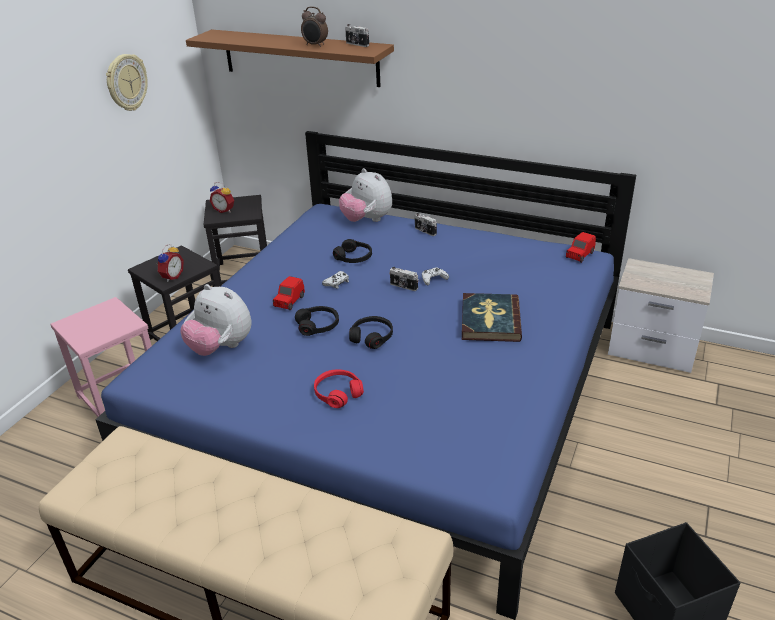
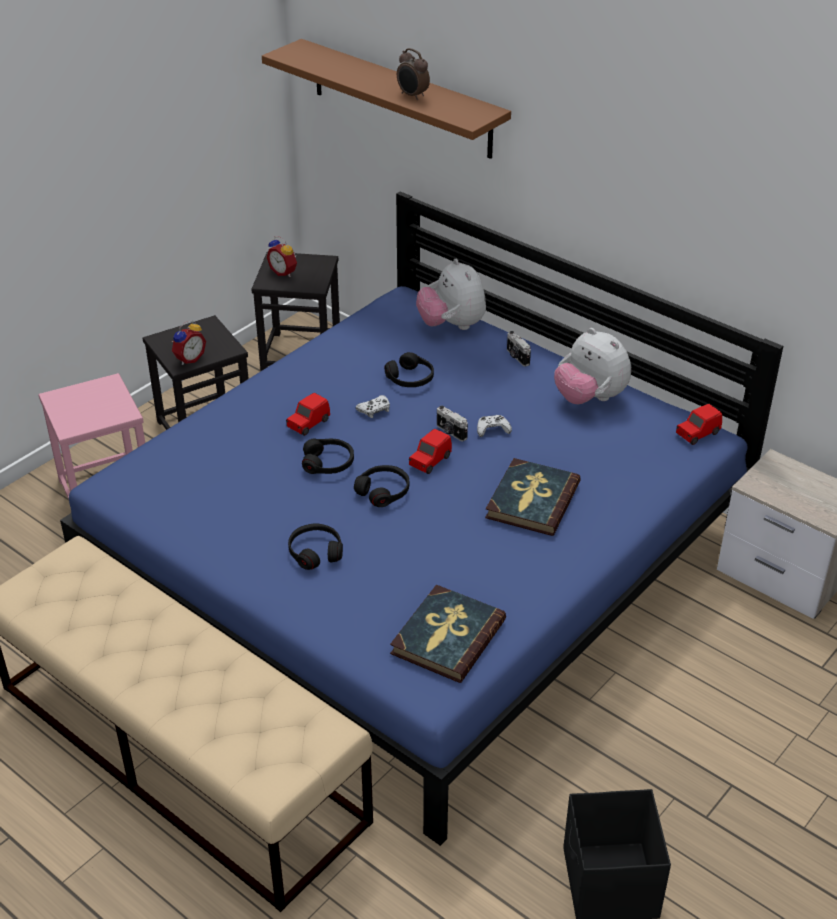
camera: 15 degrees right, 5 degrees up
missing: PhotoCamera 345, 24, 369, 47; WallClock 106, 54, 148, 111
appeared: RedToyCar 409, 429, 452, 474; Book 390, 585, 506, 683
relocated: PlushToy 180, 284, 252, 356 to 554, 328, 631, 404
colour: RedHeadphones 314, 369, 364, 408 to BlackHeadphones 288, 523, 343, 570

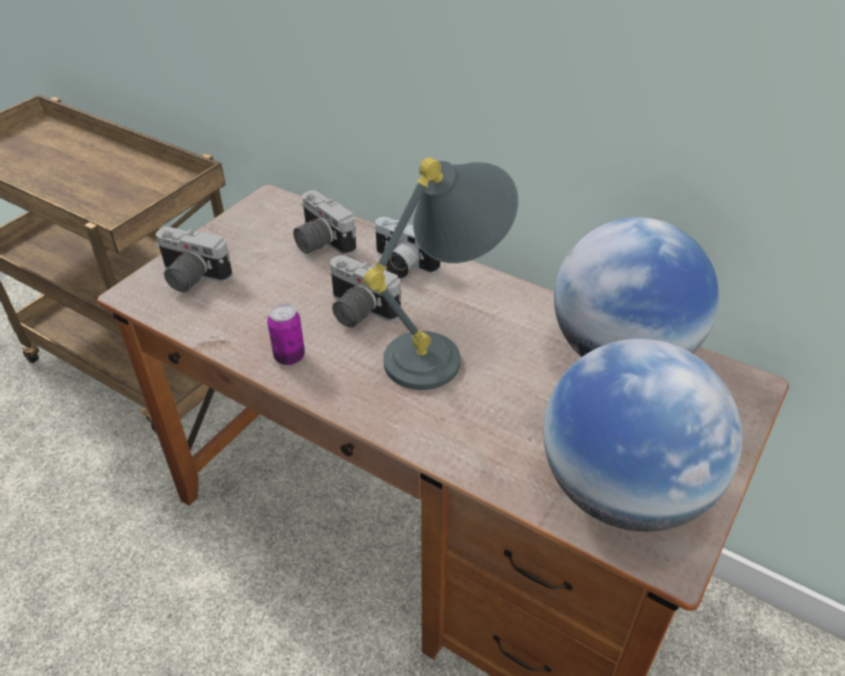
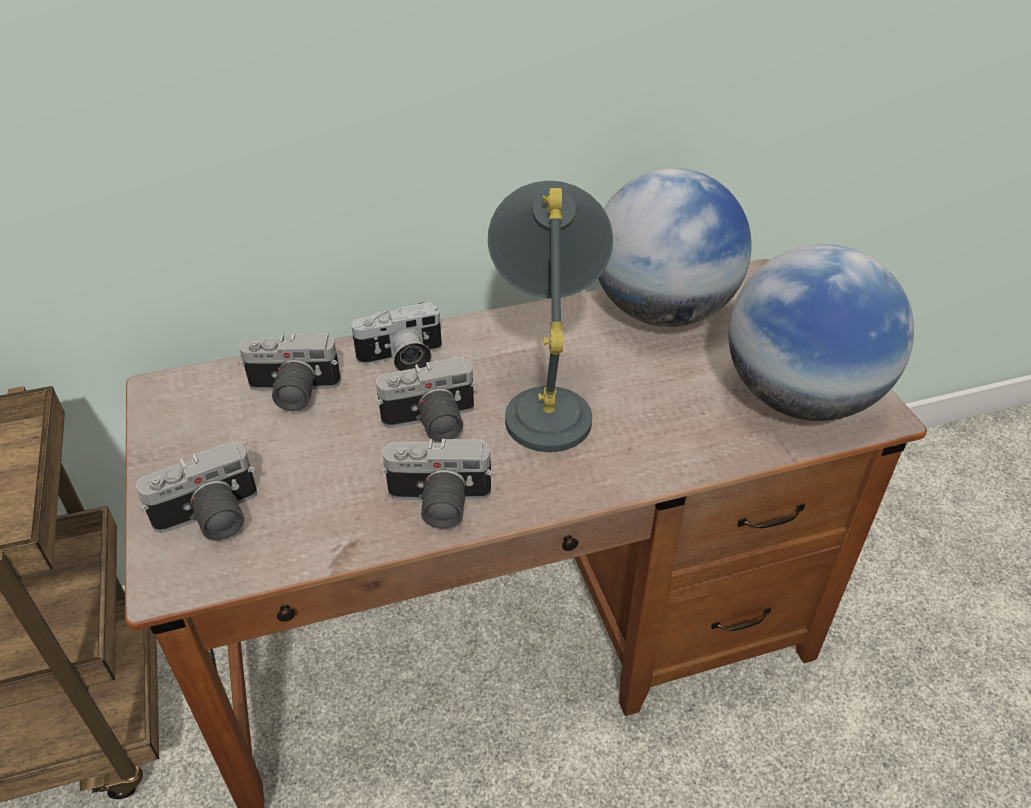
camera: 50 degrees left, 0 degrees up
exchanged: Can 267, 304, 305, 365 to PhotoCamera 381, 439, 493, 529

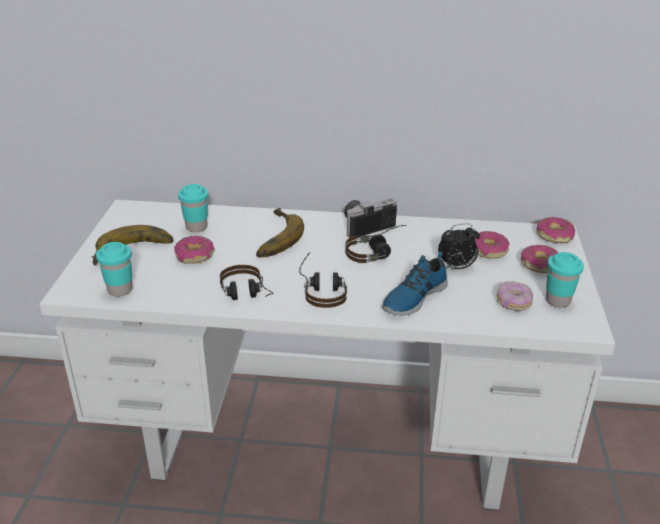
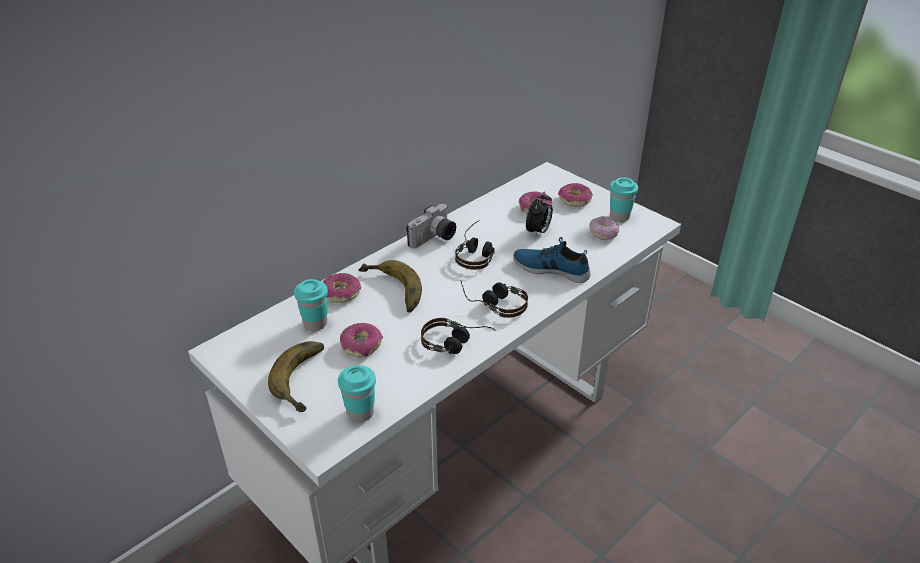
camera: 50 degrees left, 5 degrees up
relocated: Donut 536, 217, 575, 243 to 323, 273, 361, 303
spun: PhotoCamera 344, 199, 397, 237 = 406, 204, 456, 249 150 degrees counterclockwise; Shoe 382, 252, 448, 316 = 513, 237, 591, 283 120 degrees clockwise

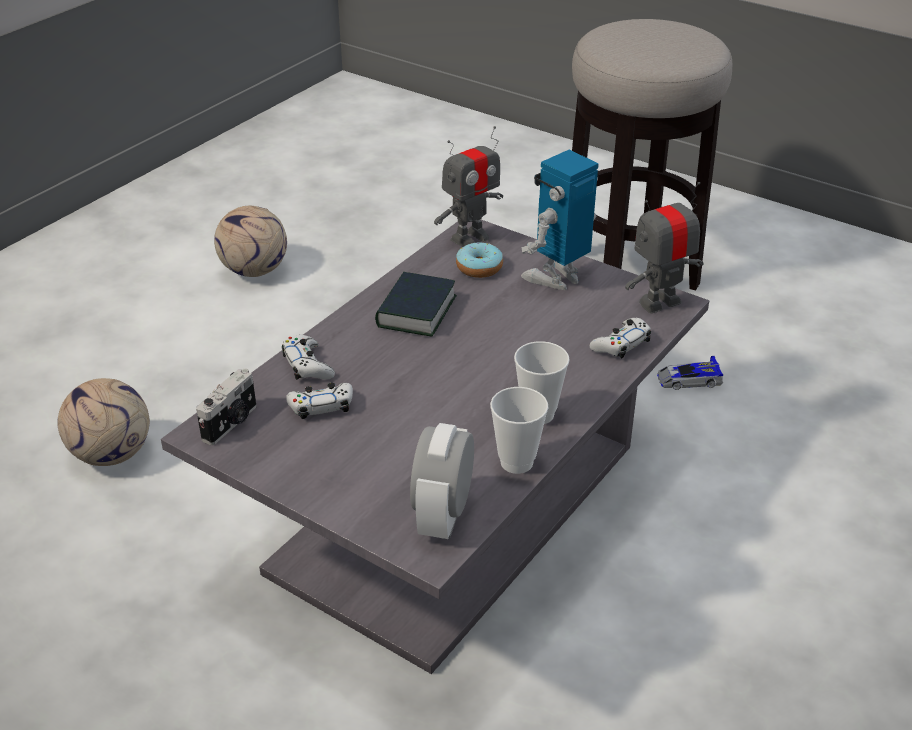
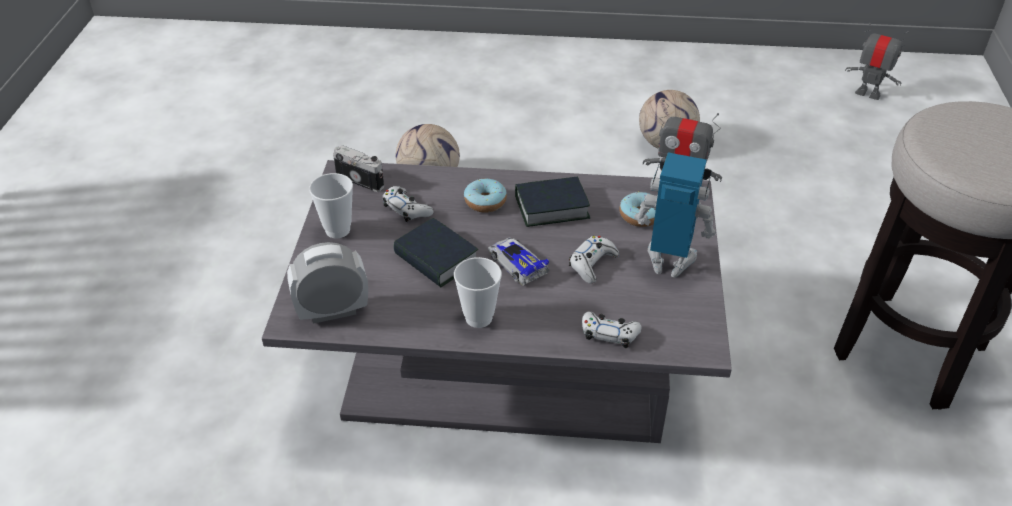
camera: 60 degrees right, 5 degrees up
appeared: Donut 464, 179, 507, 213; Book 393, 218, 478, 287
relocated: ToyRobot 625, 182, 704, 314 to 845, 23, 909, 100; WhiteGameController 282, 335, 335, 380 to 569, 236, 619, 284; ToyCar 657, 356, 723, 390 to 488, 237, 549, 286; Cup 490, 387, 548, 474 to 309, 173, 353, 238
spun: PhotoCamera 196, 369, 256, 445 = 333, 145, 384, 192 150 degrees counterclockwise

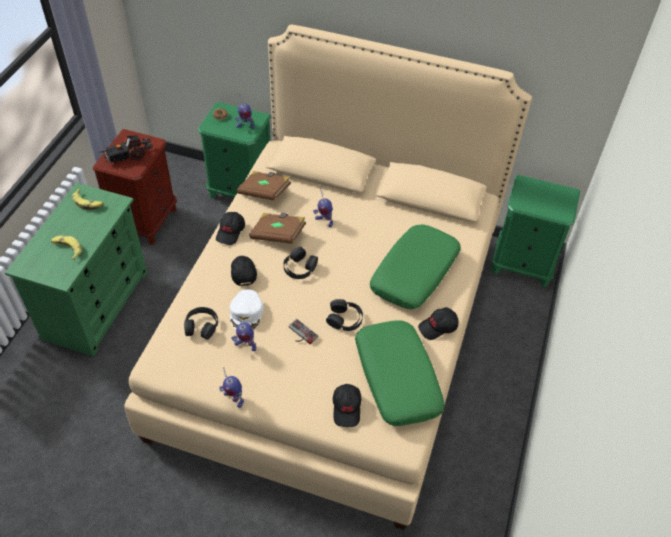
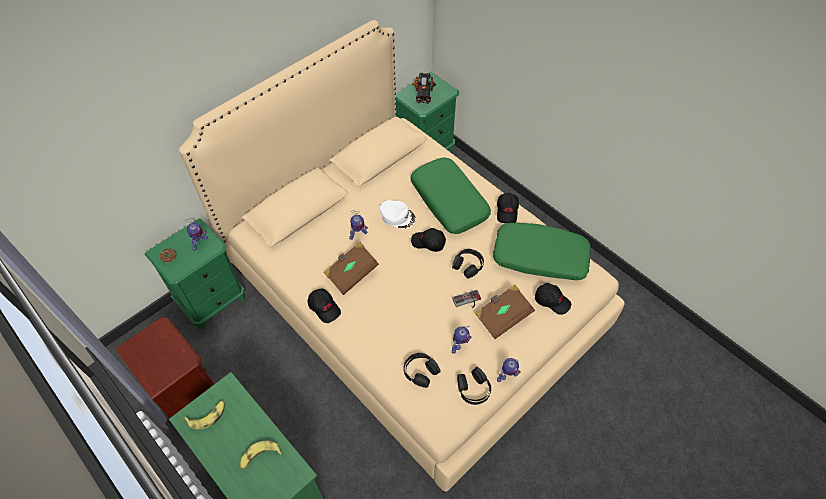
camera: 60 degrees left, 5 degrees up
relocated: ToyTruck 99, 135, 153, 164 to 412, 72, 436, 104; BrownBook 237, 171, 291, 201 to 475, 285, 535, 339; BlackHeadphones 283, 247, 318, 279 to 457, 367, 491, 405; BlackCap 231, 256, 257, 286 to 411, 228, 446, 252; WhiteCap 230, 289, 263, 330 to 380, 200, 416, 229

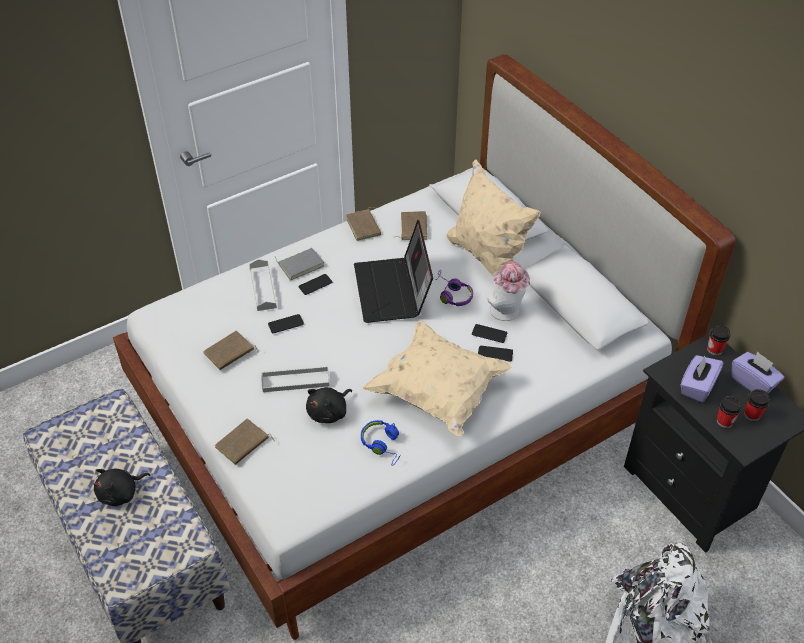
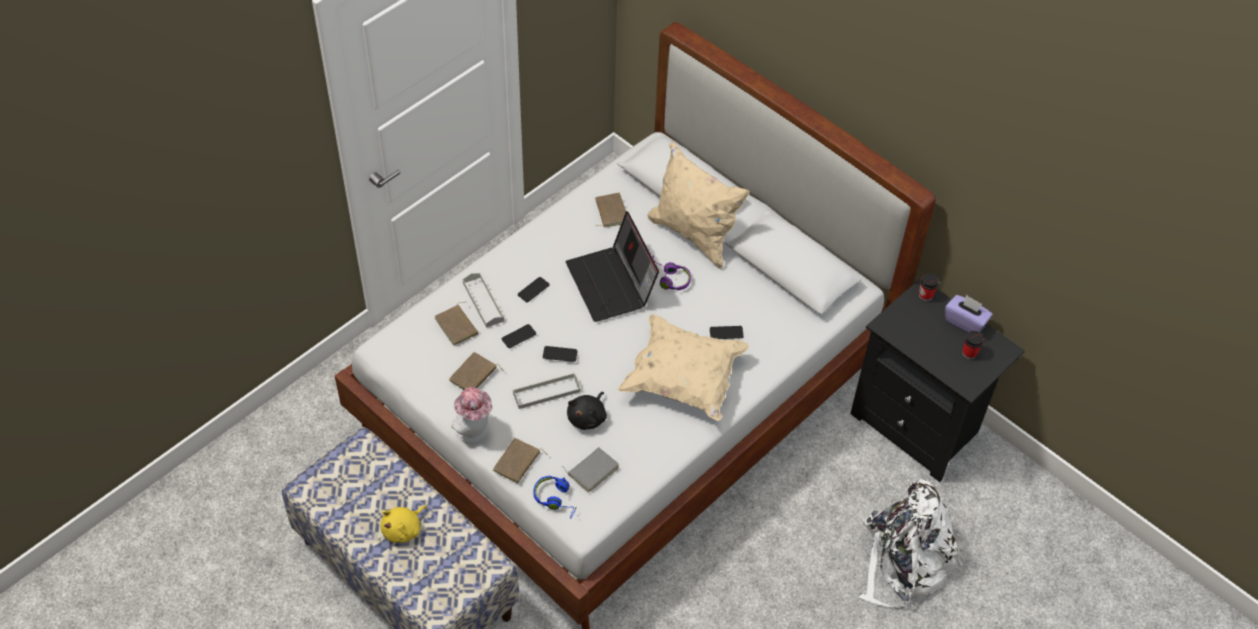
camera: 15 degrees left, 5 degrees up
missing: PurpleTissueBox 680, 355, 723, 403; Cup 717, 396, 742, 428
relocated: BrownBook 346, 207, 381, 241 to 435, 302, 478, 346; GreyBook 275, 248, 324, 280 to 562, 447, 619, 493; Hat 487, 261, 530, 321 to 452, 387, 492, 443; Phone 472, 324, 507, 343 to 543, 346, 577, 362; BlueHeadphones 361, 420, 400, 466 to 533, 476, 576, 519
colour: BlackPlushToy 93, 469, 150, 506 to YellowPlushToy 380, 506, 427, 543

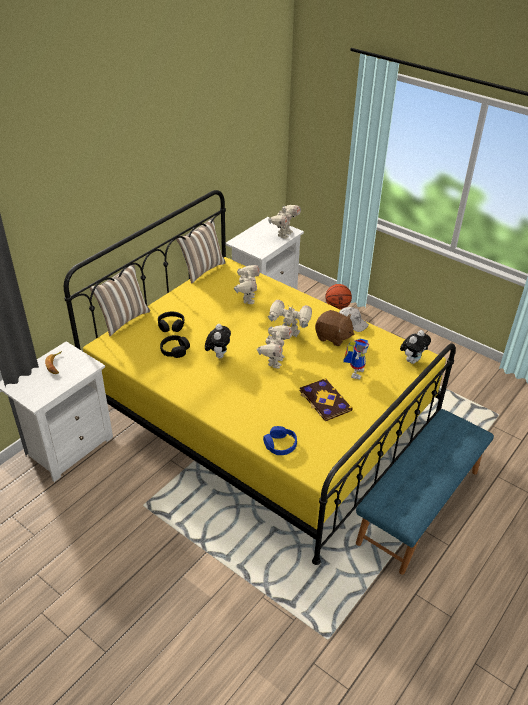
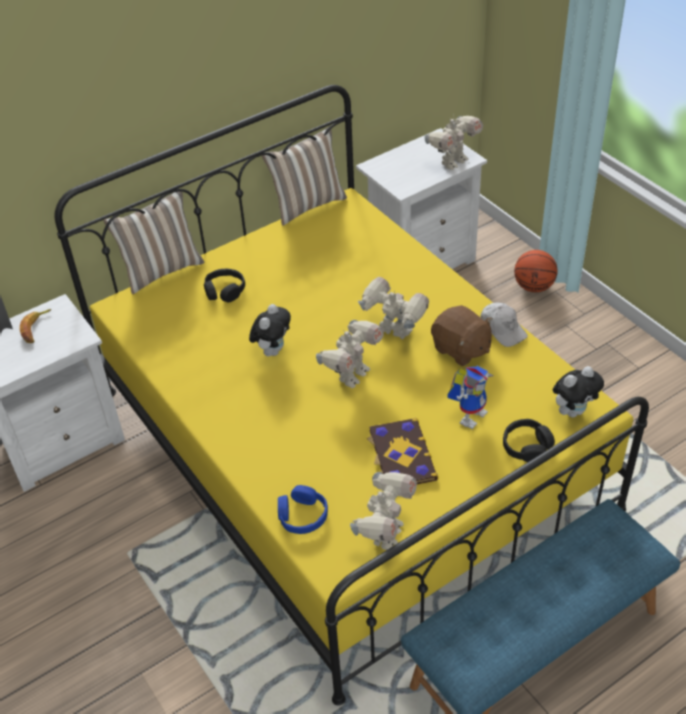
camera: 20 degrees right, 5 degrees up
relocated: ToyRobot 234, 265, 260, 304 to 350, 472, 417, 550; BlackHeadphones 160, 335, 190, 358 to 503, 419, 555, 462

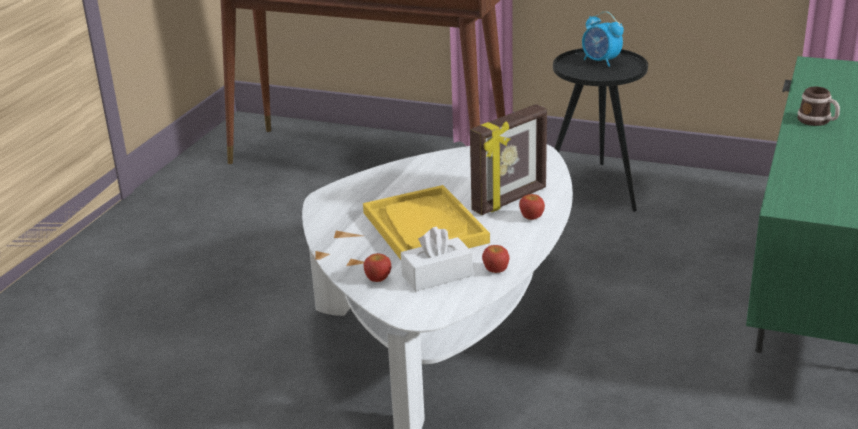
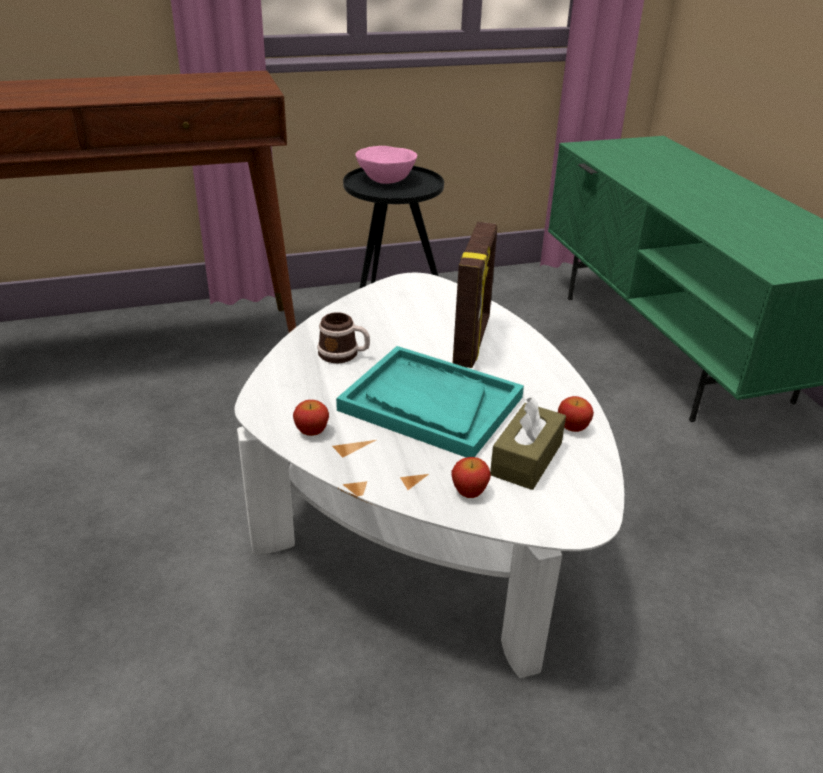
camera: 40 degrees left, 5 degrees up
relocated: Mug 797, 87, 840, 126 to 317, 312, 370, 363; Apple 519, 194, 545, 220 to 293, 400, 329, 436
exchanged: AlarmClock 582, 11, 624, 67 to PinkBowl 355, 146, 417, 184
colour: YellowTray 363, 185, 490, 260 to TurquoiseTray 336, 346, 524, 458; WhiteTissueBox 401, 227, 473, 291 to BrownTissueBox 490, 397, 566, 490

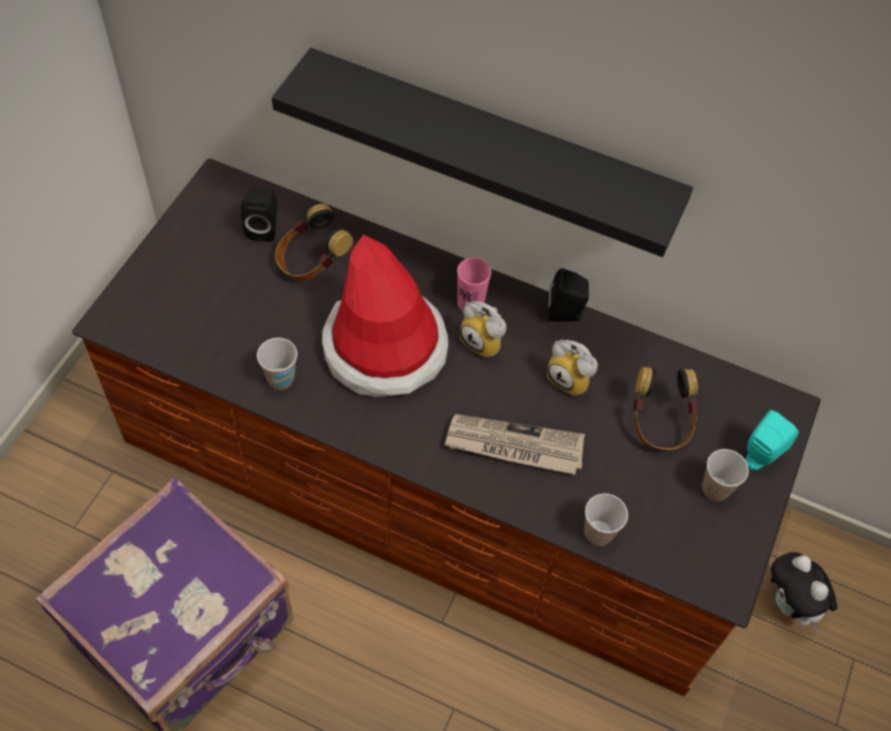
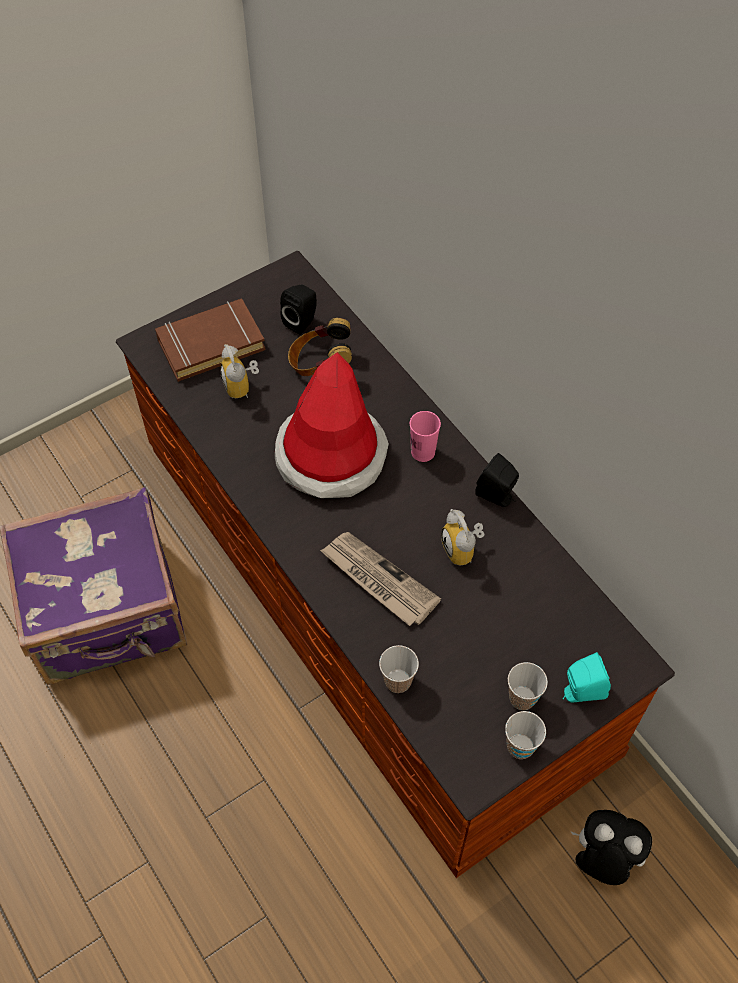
camera: 35 degrees right, 0 degrees up
missing: BlackShelf 272, 48, 693, 257; Headphones 633, 367, 698, 450
appeared: BrownBook 155, 299, 266, 382
relocated: AlarmClock 460, 301, 506, 358 to 220, 344, 259, 399; Cup 257, 338, 298, 390 to 505, 711, 546, 759
spun: PlushToy 770, 552, 838, 632 = 571, 810, 652, 885 105 degrees clockwise

